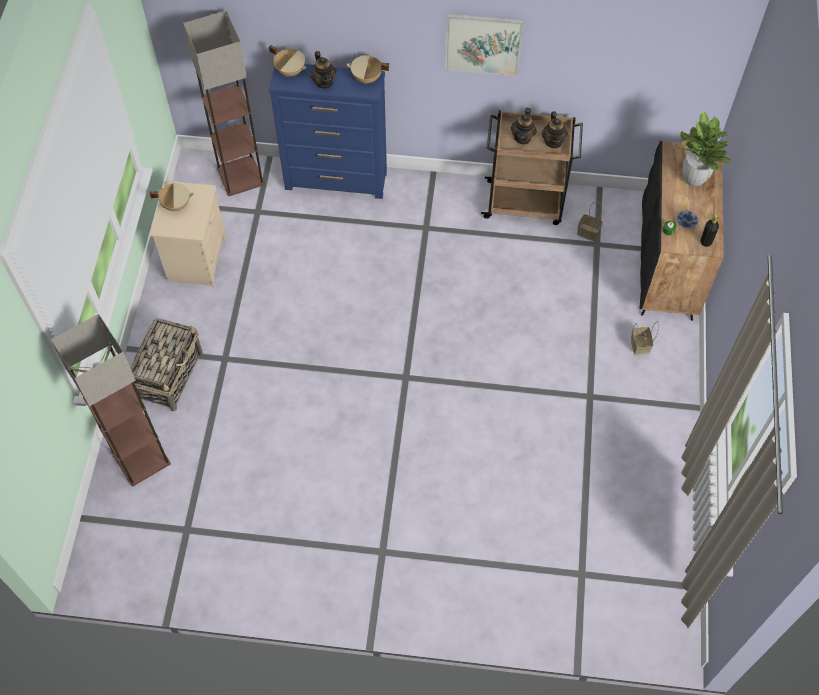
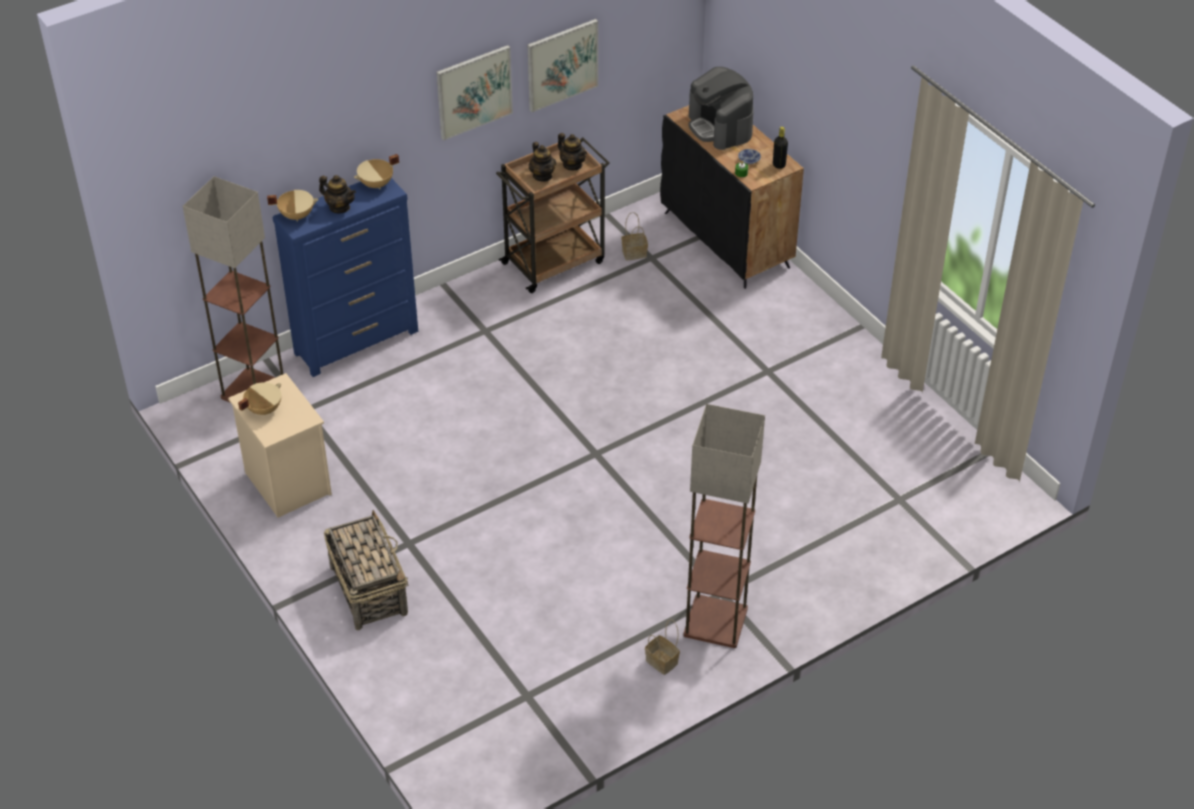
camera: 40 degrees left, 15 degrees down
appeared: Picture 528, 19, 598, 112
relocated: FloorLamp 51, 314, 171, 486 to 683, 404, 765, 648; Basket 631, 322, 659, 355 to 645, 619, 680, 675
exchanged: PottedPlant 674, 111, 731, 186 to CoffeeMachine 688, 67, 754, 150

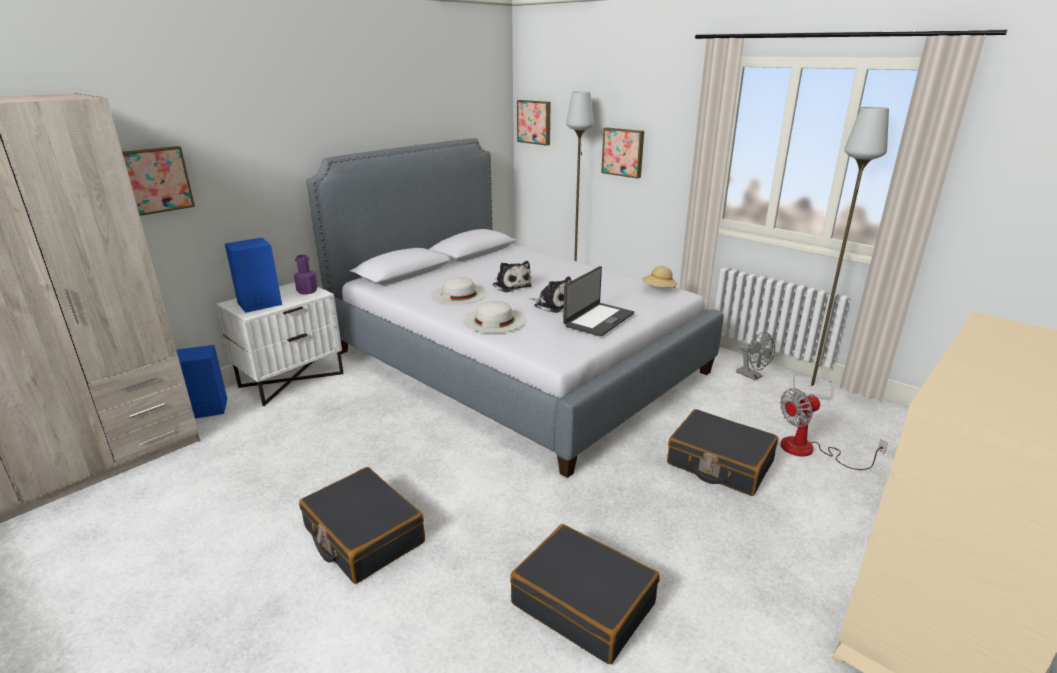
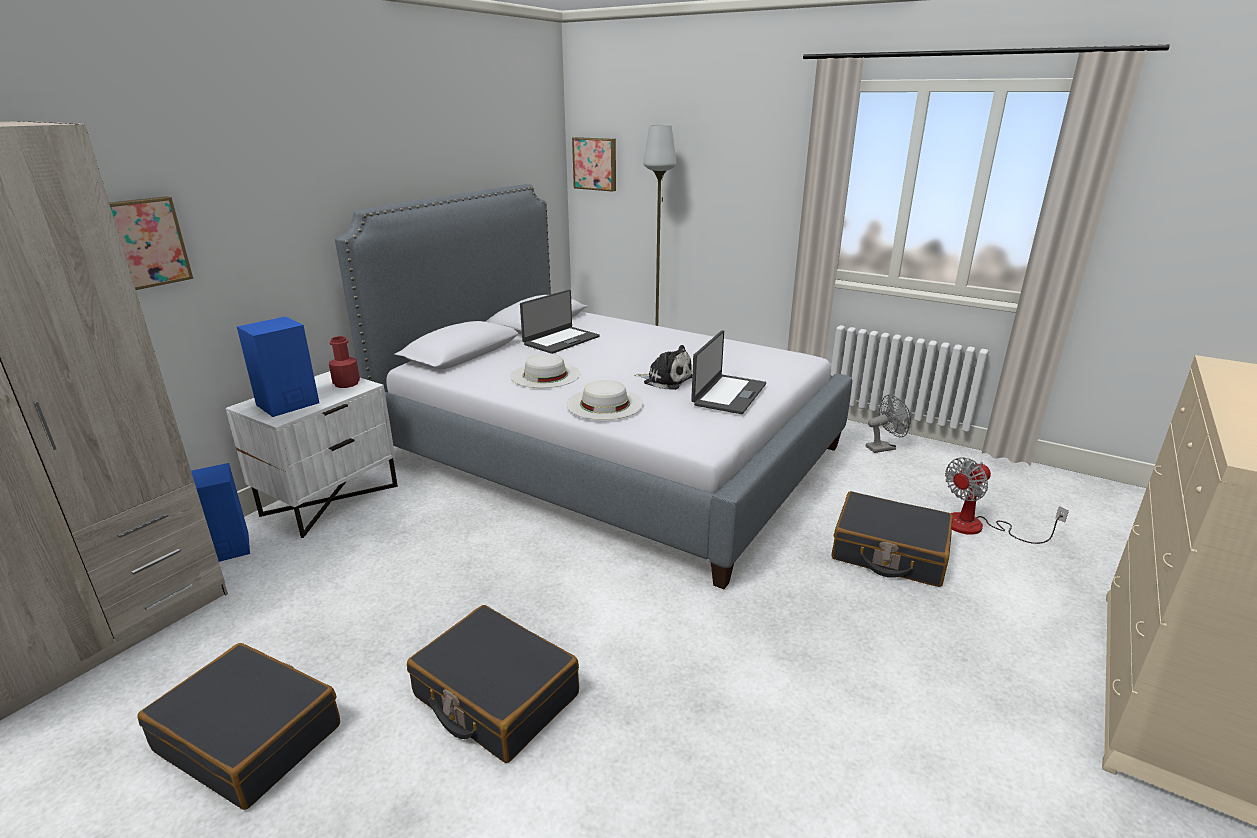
camera: 10 degrees left, 0 degrees up
missing: GreyFloorLamp 793, 107, 889, 401; Picture 601, 128, 644, 179; PlushToy 493, 261, 532, 292; BeigeHat 642, 266, 678, 288
appeared: Laptop 520, 290, 600, 354
relocated: BlackSuitcase 510, 524, 659, 664 to 137, 643, 340, 810
colour: PurpleBottle 294, 255, 318, 295 to RedBottle 329, 336, 360, 388
spun: GreyFan 736, 332, 775, 380 = 866, 394, 911, 453 60 degrees counterclockwise

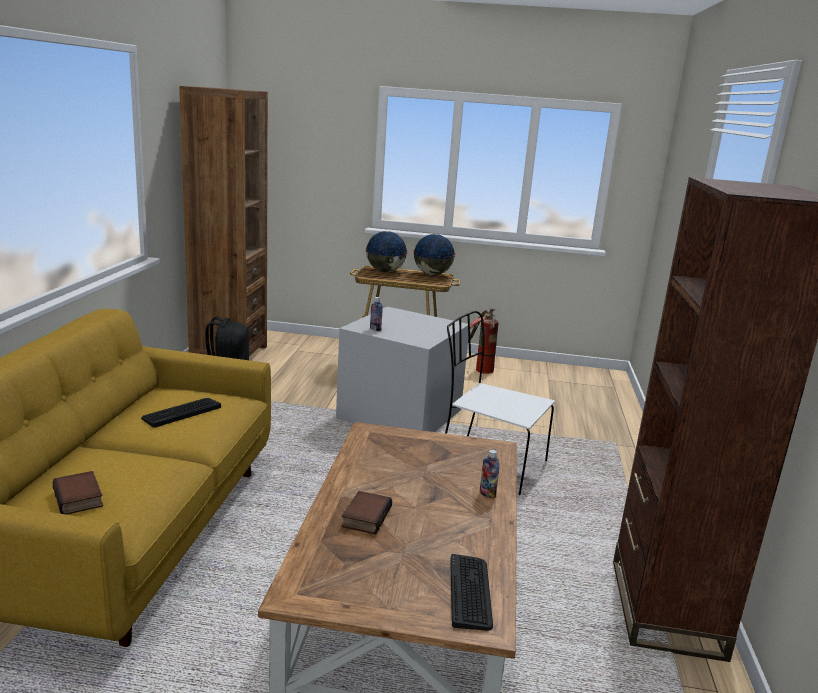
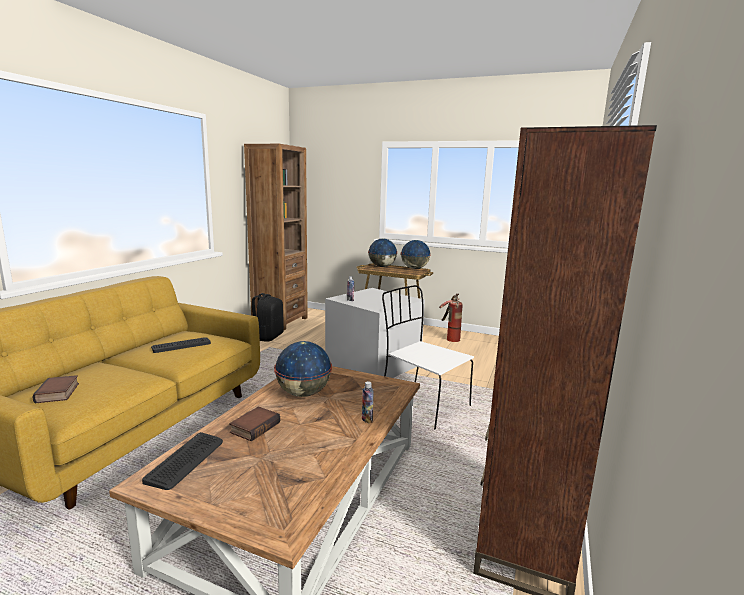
camera: 15 degrees right, 5 degrees down
appeared: Globe 274, 341, 332, 397
relocated: Keyboard 450, 554, 493, 631 to 142, 432, 223, 490

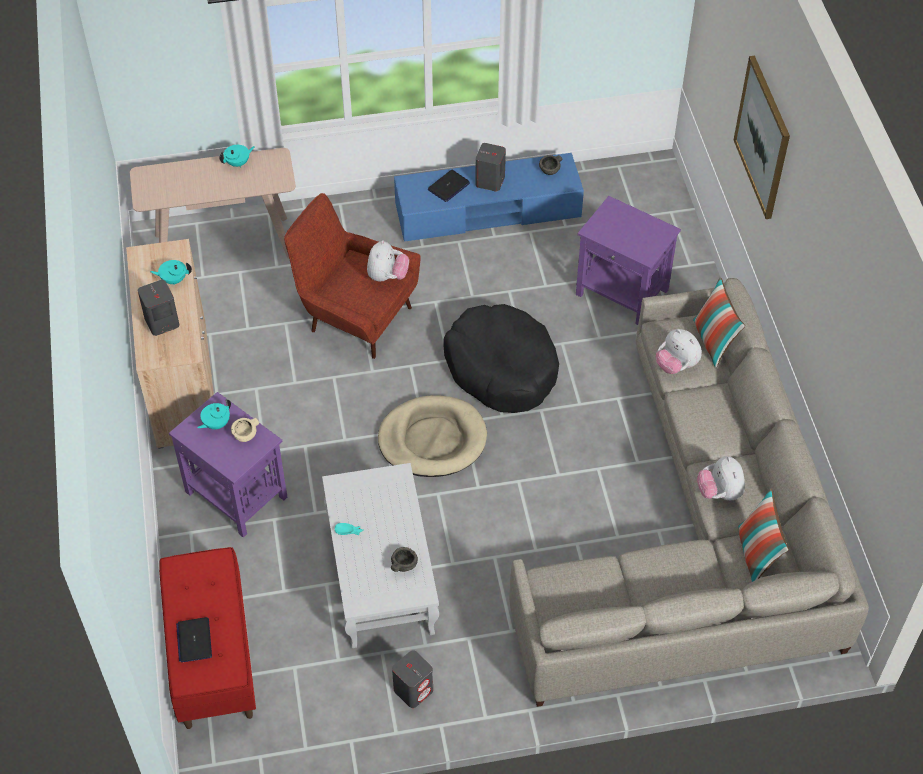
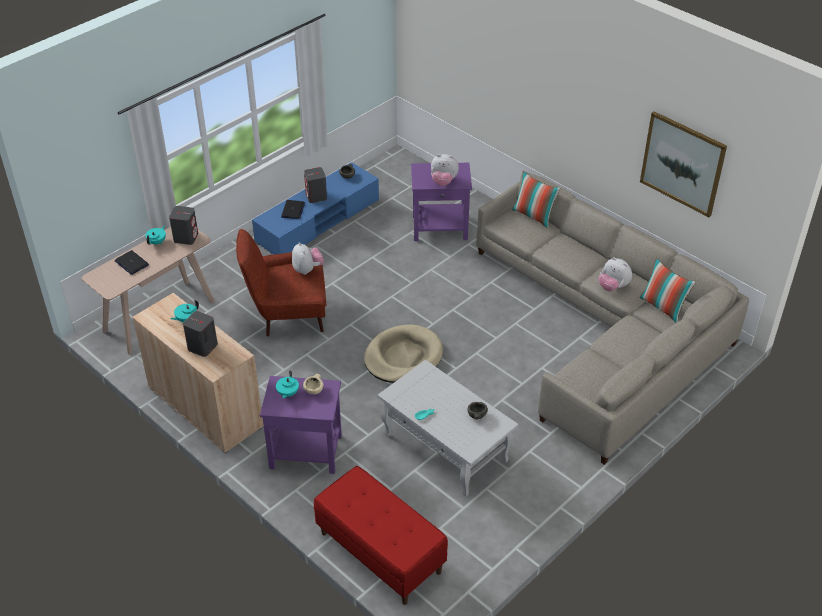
camera: 35 degrees left, 10 degrees down
missing: BlackDogBed 444, 304, 559, 413
relocated: Picture 734, 56, 790, 219 to 640, 111, 727, 217; PlushToy 656, 329, 702, 374 to 431, 154, 459, 186; Laptop 176, 617, 212, 662 to 115, 250, 149, 275; GreySpeaker 392, 650, 433, 708 to 169, 206, 198, 245

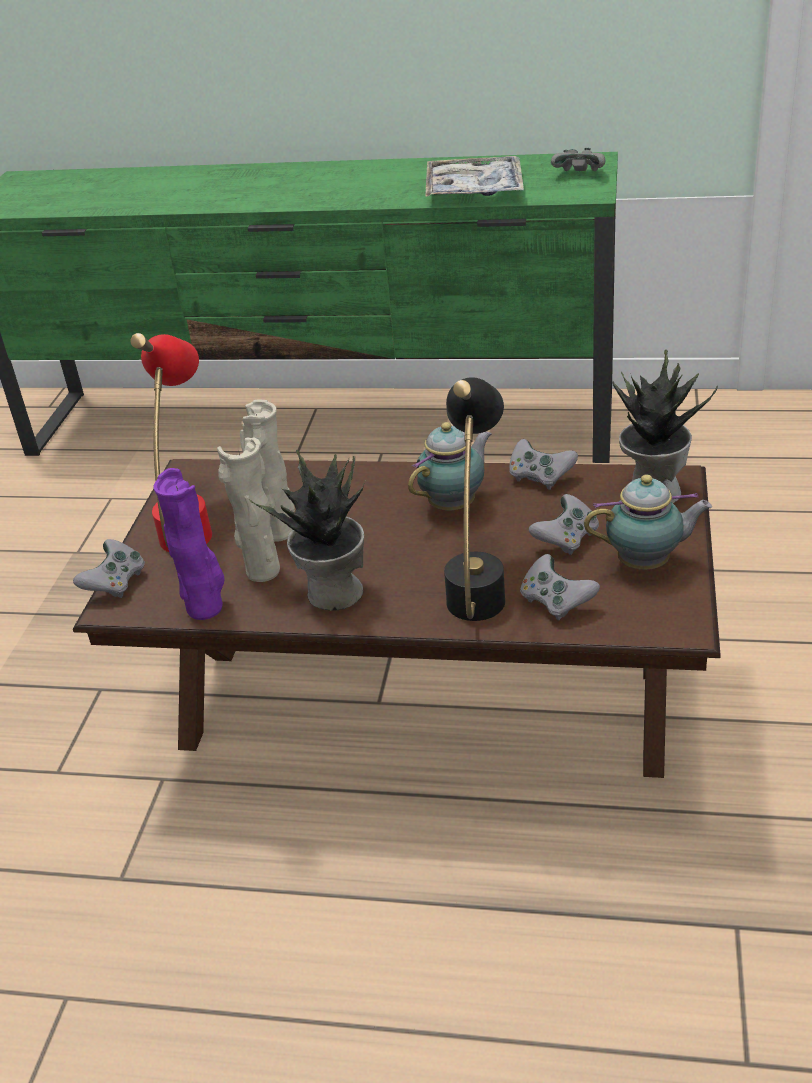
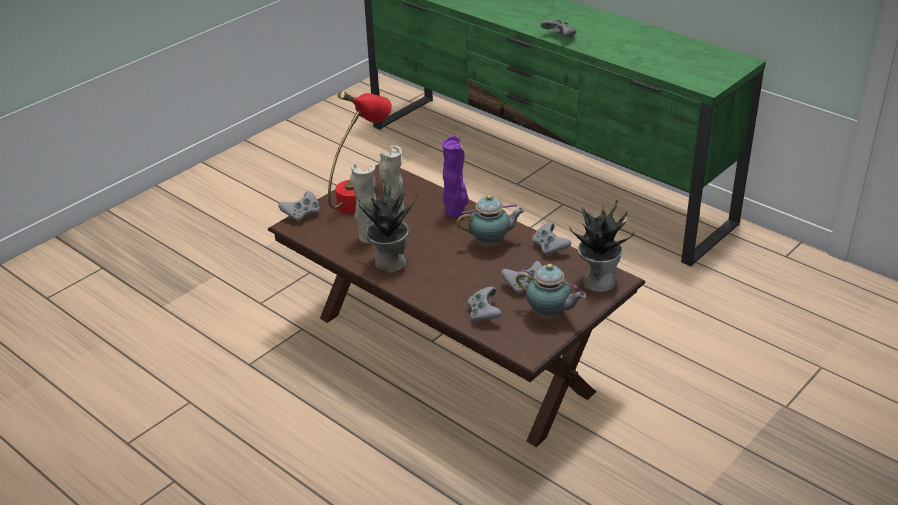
camera: 30 degrees right, 0 degrees up
missing: Tray 425, 156, 524, 197; BlackTableLamp 444, 377, 506, 621
relocated: GreyGameController 551, 148, 605, 171 to 540, 19, 576, 38; PurpleVase 153, 468, 225, 620 to 442, 136, 469, 218

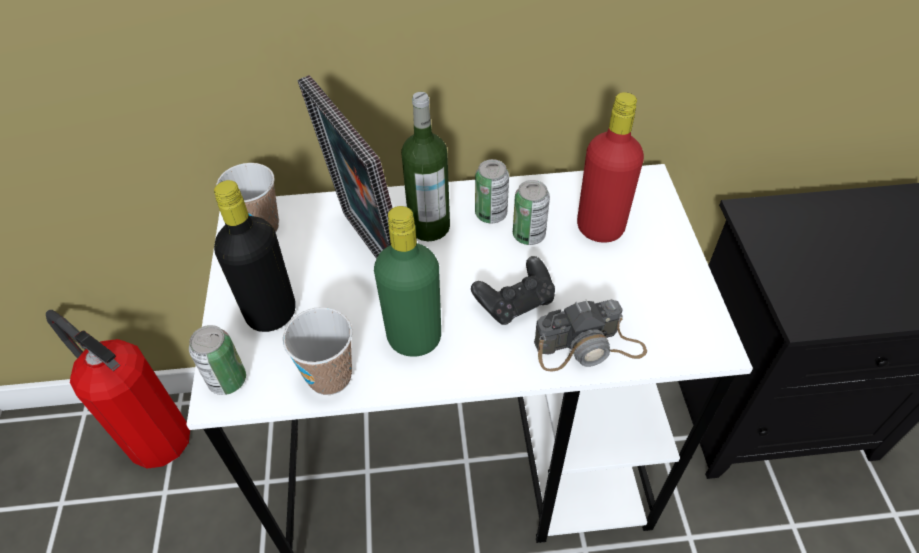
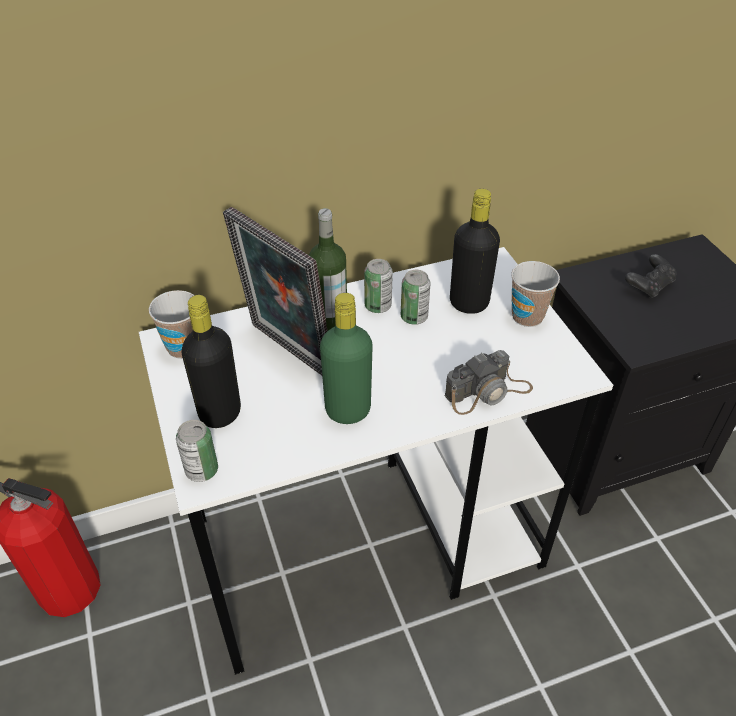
camera: 15 degrees left, 5 degrees down
relocated: BlackGameController 471, 256, 555, 325 to 625, 254, 677, 299; Cup 283, 307, 352, 395 to 511, 261, 560, 327
colour: RedBottle 577, 92, 644, 243 to BlackBottle 450, 189, 500, 314

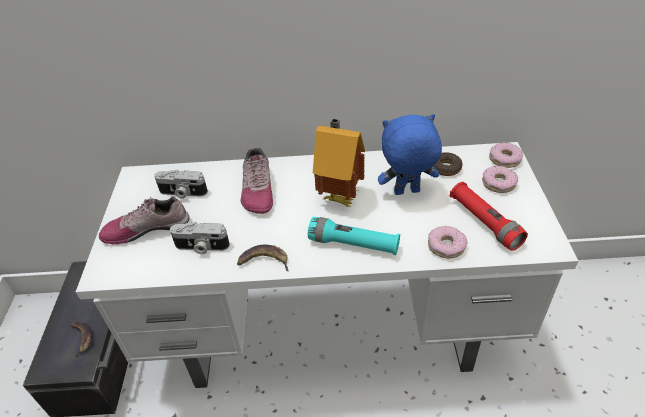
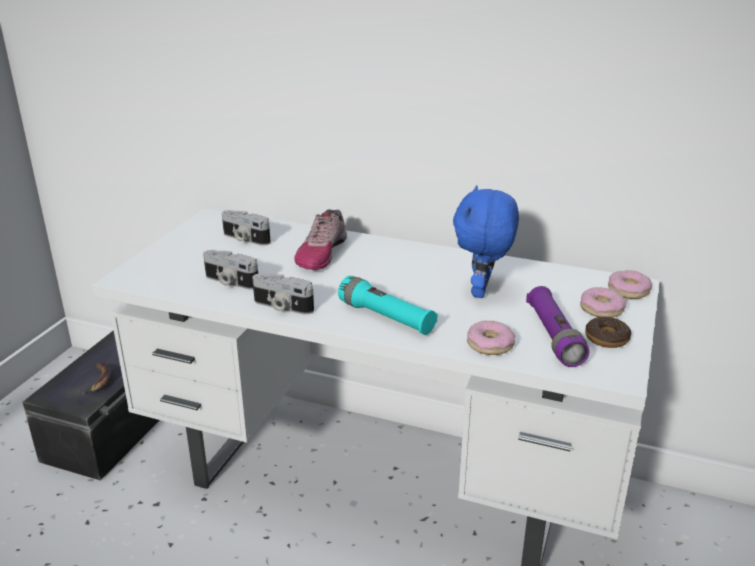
camera: 20 degrees right, 15 degrees down
missing: ToyHouse 313, 118, 365, 207; Shoe 99, 196, 190, 244
relocated: Donut 433, 152, 463, 176 to 585, 317, 631, 348
exchanged: Banana 237, 245, 288, 271 to PhotoCamera 252, 273, 314, 315
colour: RedFlashlight 450, 182, 528, 251 to PurpleFlashlight 526, 286, 589, 367
spun: BluePlushToy 378, 114, 442, 195 = 453, 185, 519, 298 90 degrees counterclockwise

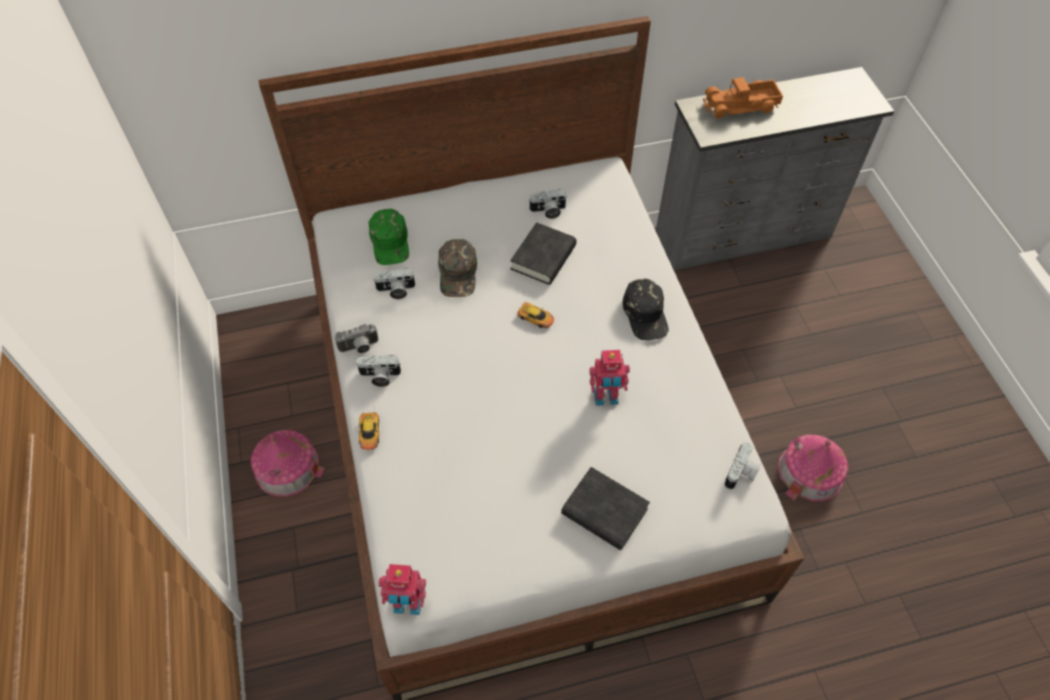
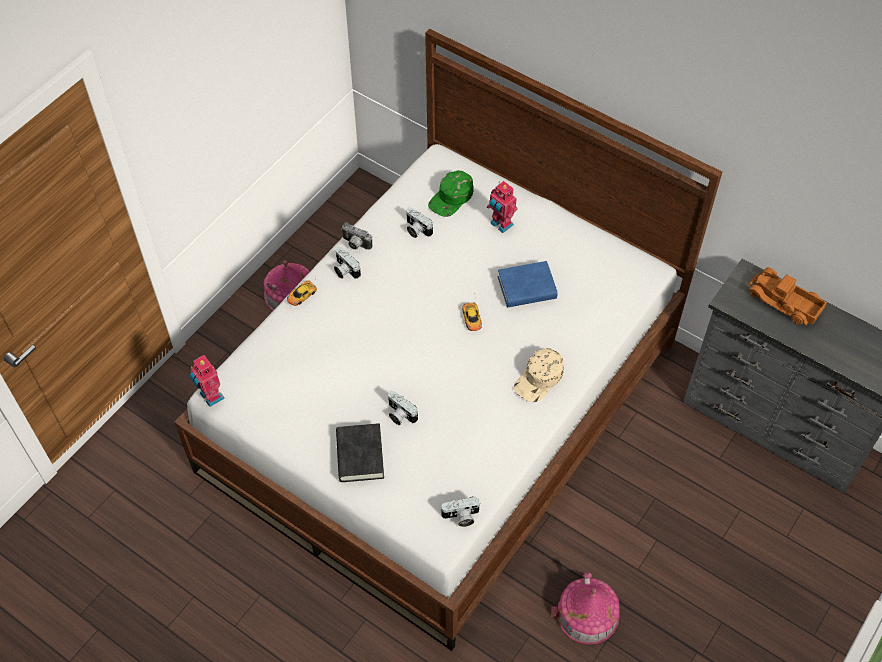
camera: 50 degrees right, 0 degrees up
missing: GreenCap 438, 239, 477, 297
relocated: PhotoCamera 528, 189, 567, 219 to 388, 391, 418, 425; ToyRobot 589, 350, 630, 406 to 487, 181, 518, 233
colour: BlackBook 510, 222, 576, 285 to BlueBook 498, 261, 558, 308; BlackCap 623, 279, 669, 340 to BeigeCap 514, 348, 564, 402

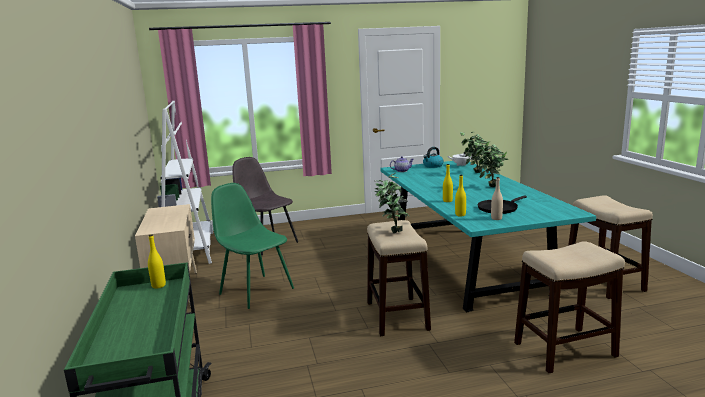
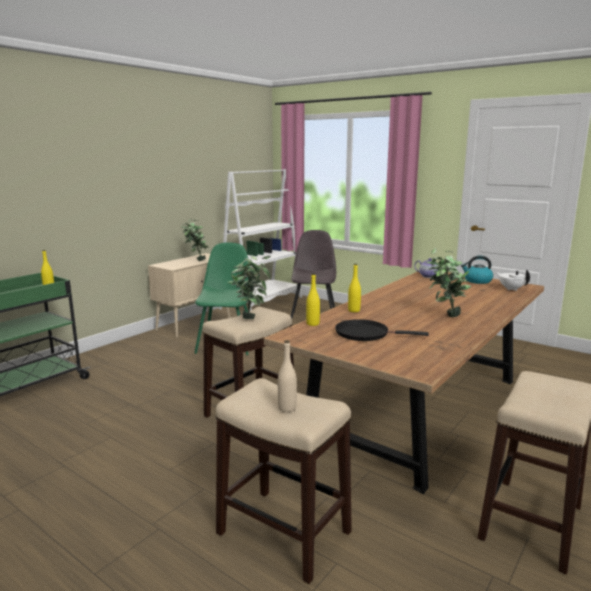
camera: 50 degrees right, 0 degrees up
relocated: PottedPlant 460, 132, 489, 173 to 181, 219, 209, 261; BeigeBottle 491, 177, 503, 220 to 278, 340, 297, 412
colour: TurquoiseDiningTable 380, 161, 596, 313 to BrownDiningTable 264, 272, 544, 494

